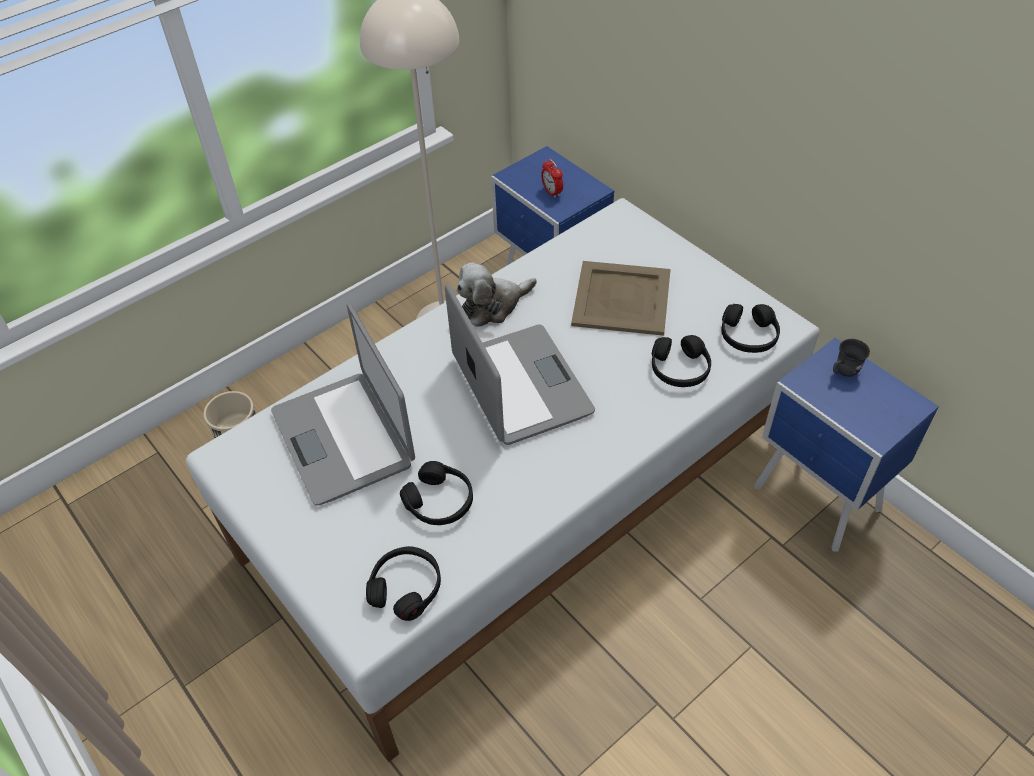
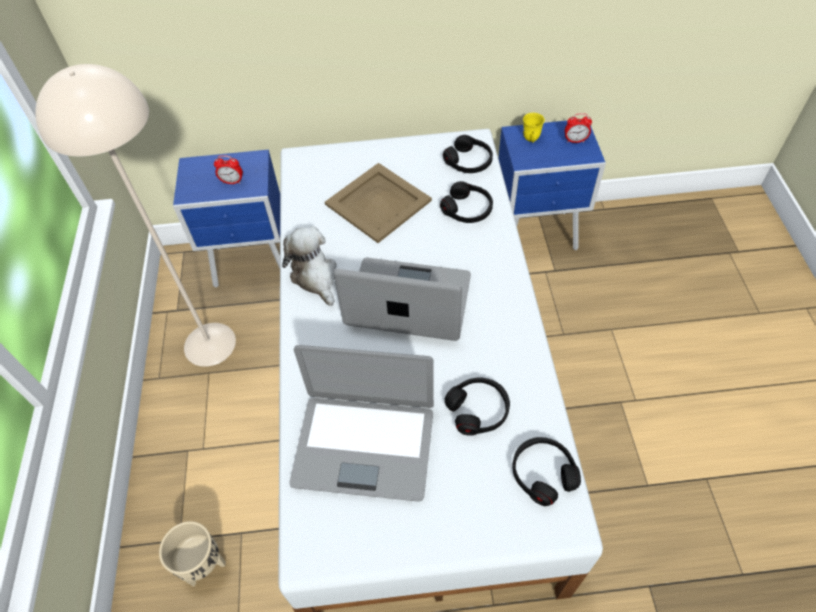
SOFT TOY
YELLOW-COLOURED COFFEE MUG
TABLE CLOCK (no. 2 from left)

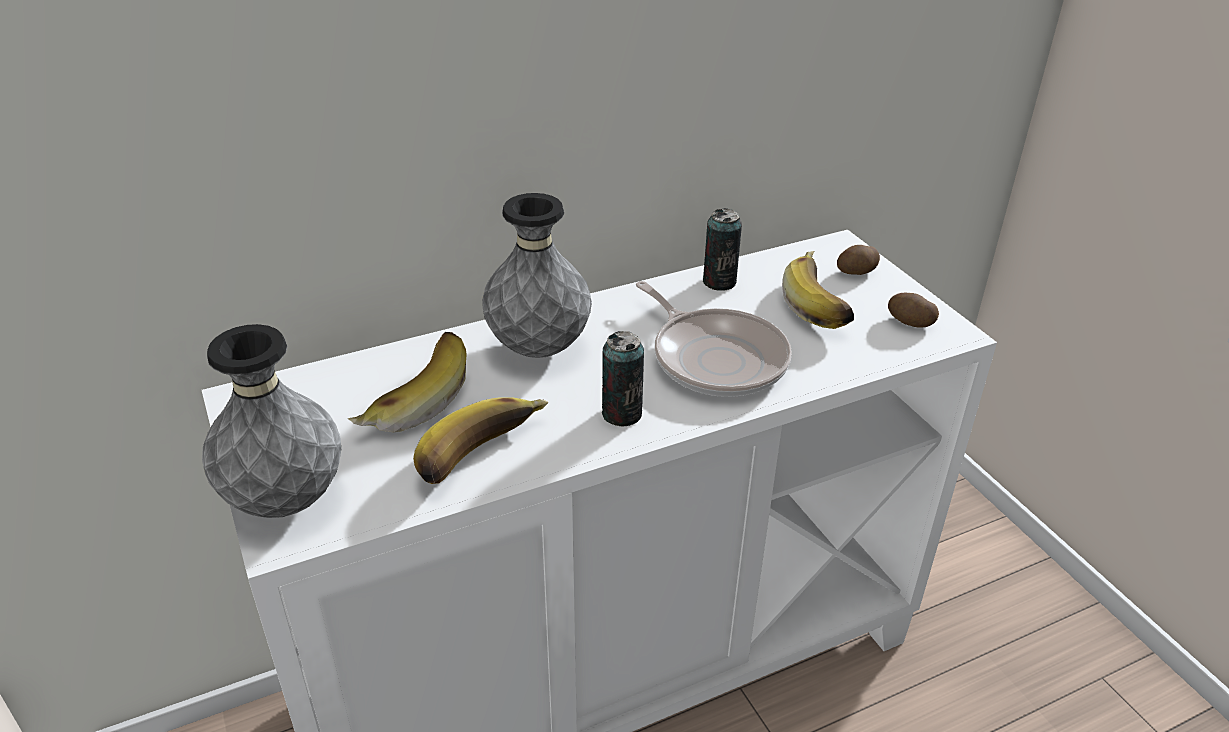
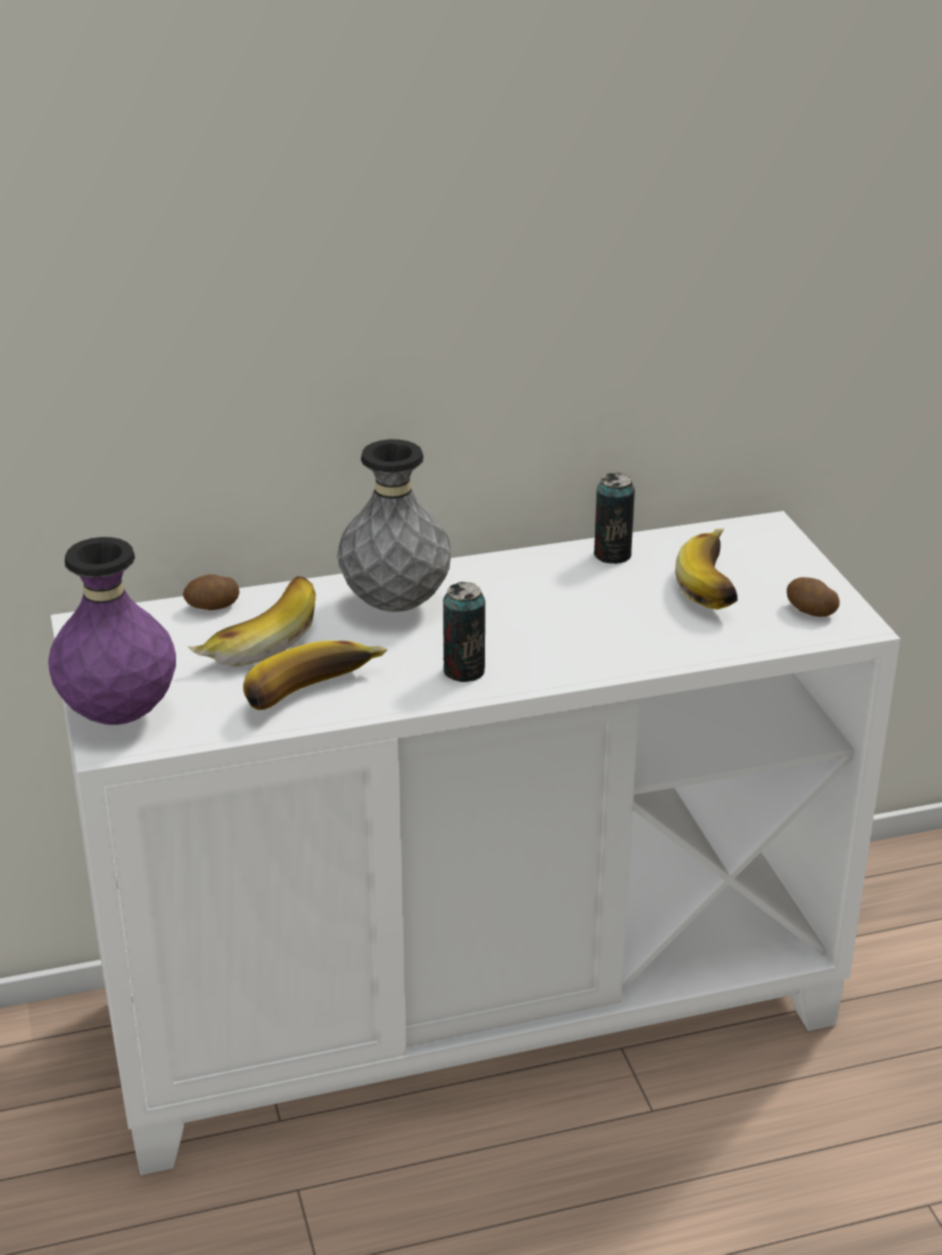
POTATO (no. 1 from left)
PAN
PURPLISH DECORATIVE VASE

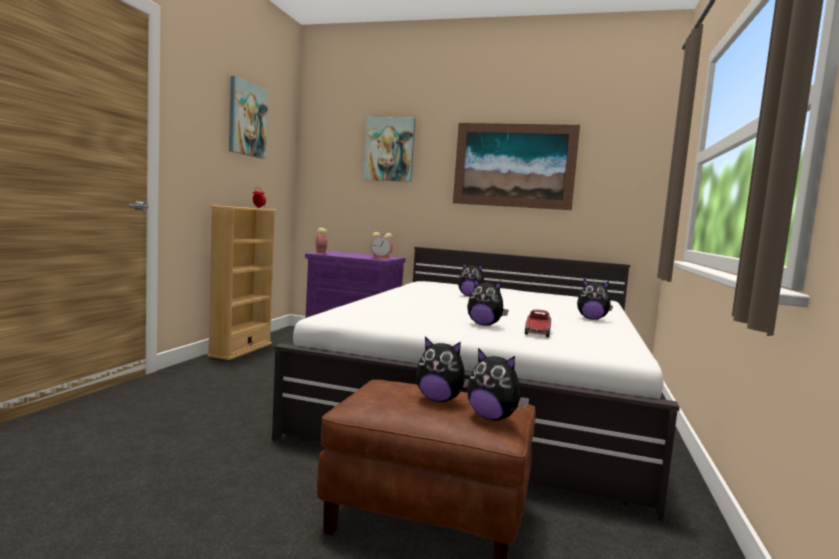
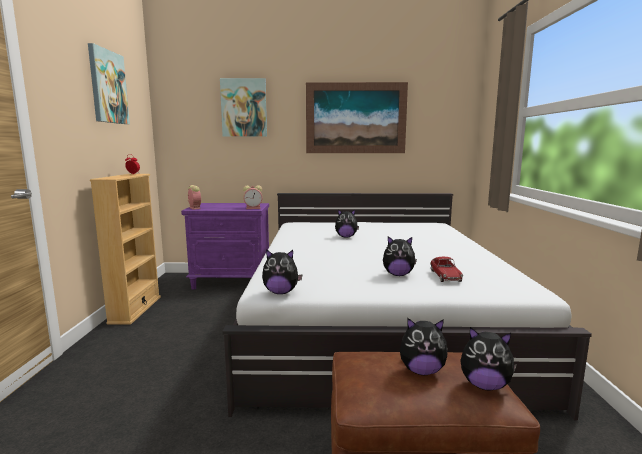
SOFT TOY (no. 1 from left)

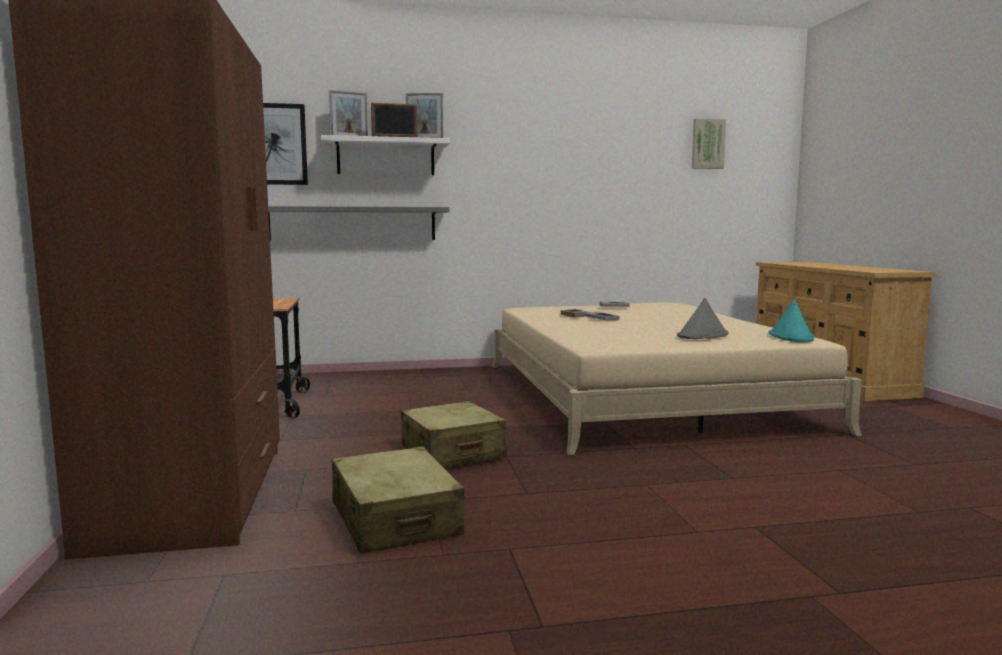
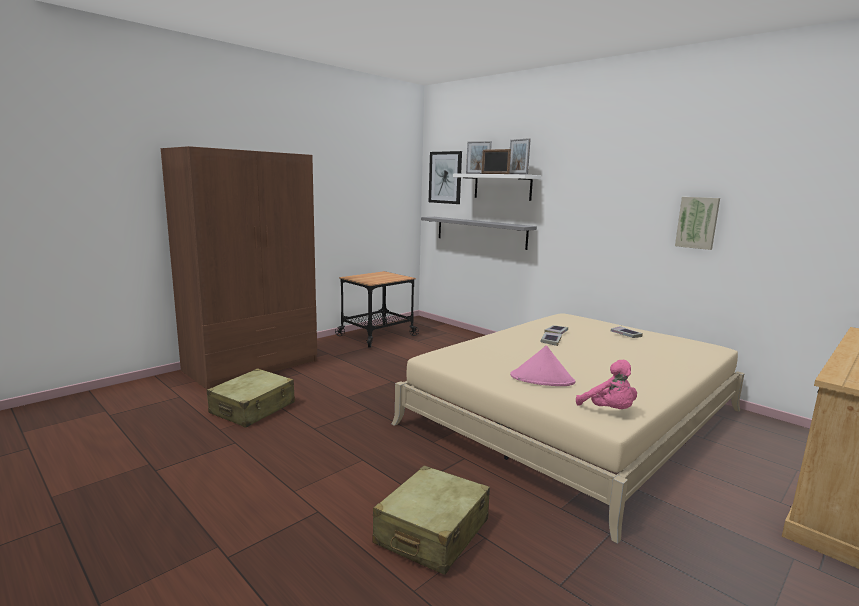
WALL ART (no. 2 from left)
PINK-COLOURED HAT
PINK-COLOURED SOFT TOY
SAND-COLOURED TRAVEL CASE (no. 2 from left)

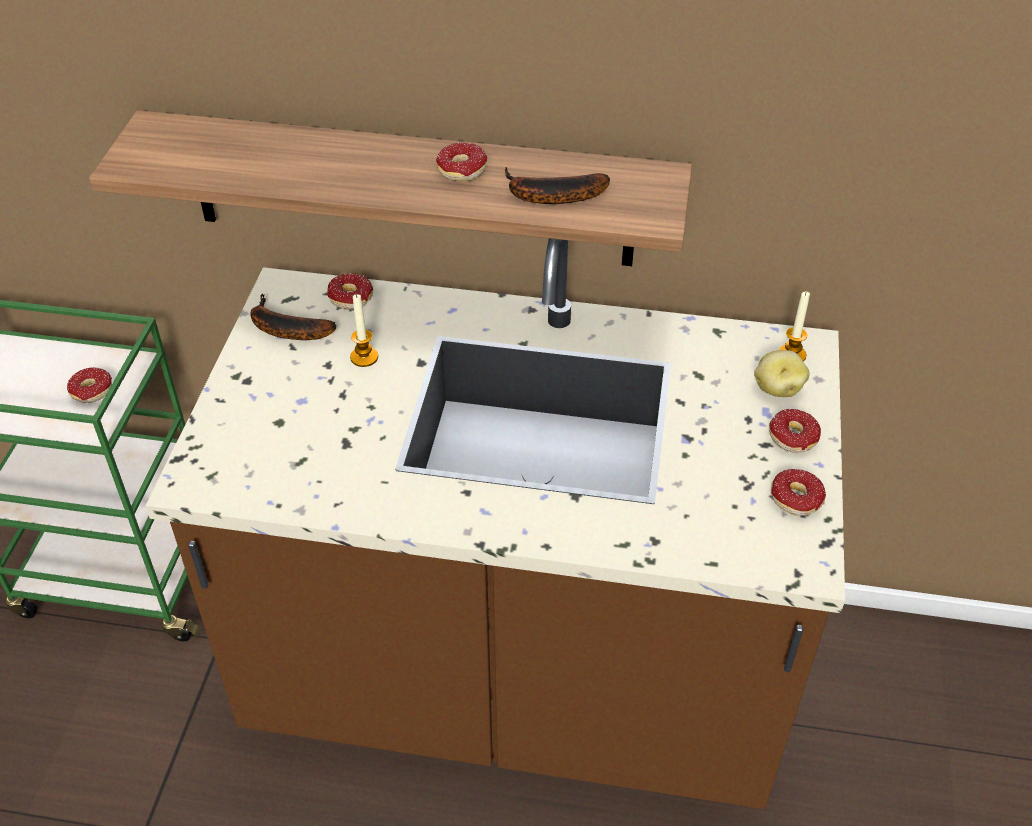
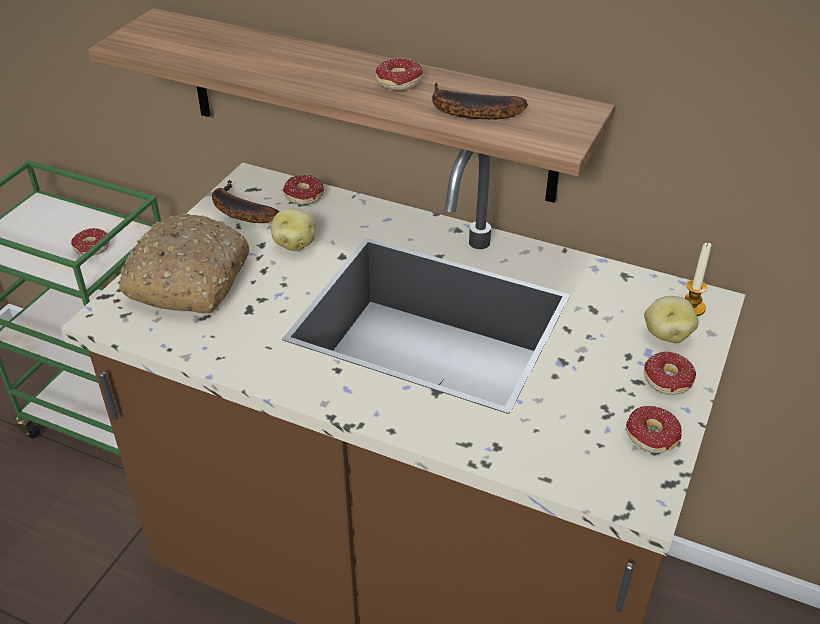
POTATO (no. 1 from left)
BAKERY BREAD

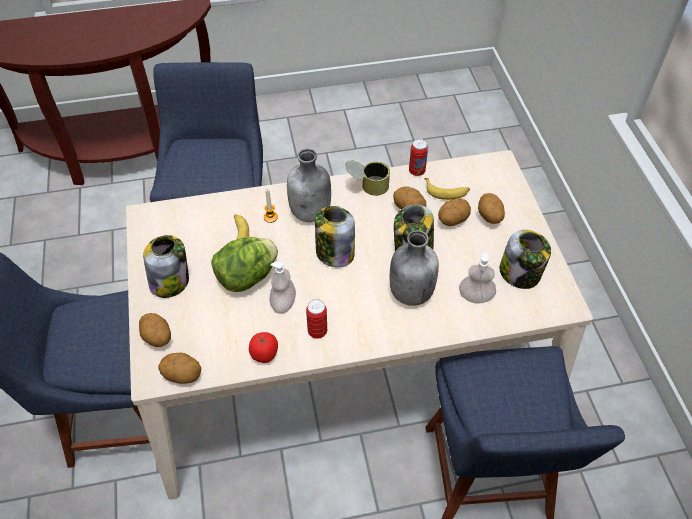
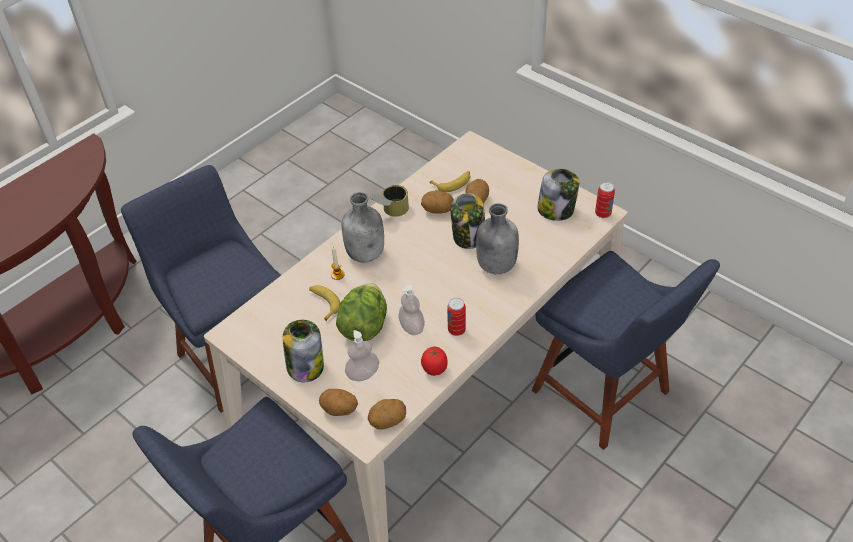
SEALED CAN (no. 3 from left)
POTATO (no. 5 from left in the first image)
JAR (no. 2 from left in the first image)
LIQUID SOAP BOTTLE (no. 1 from left)

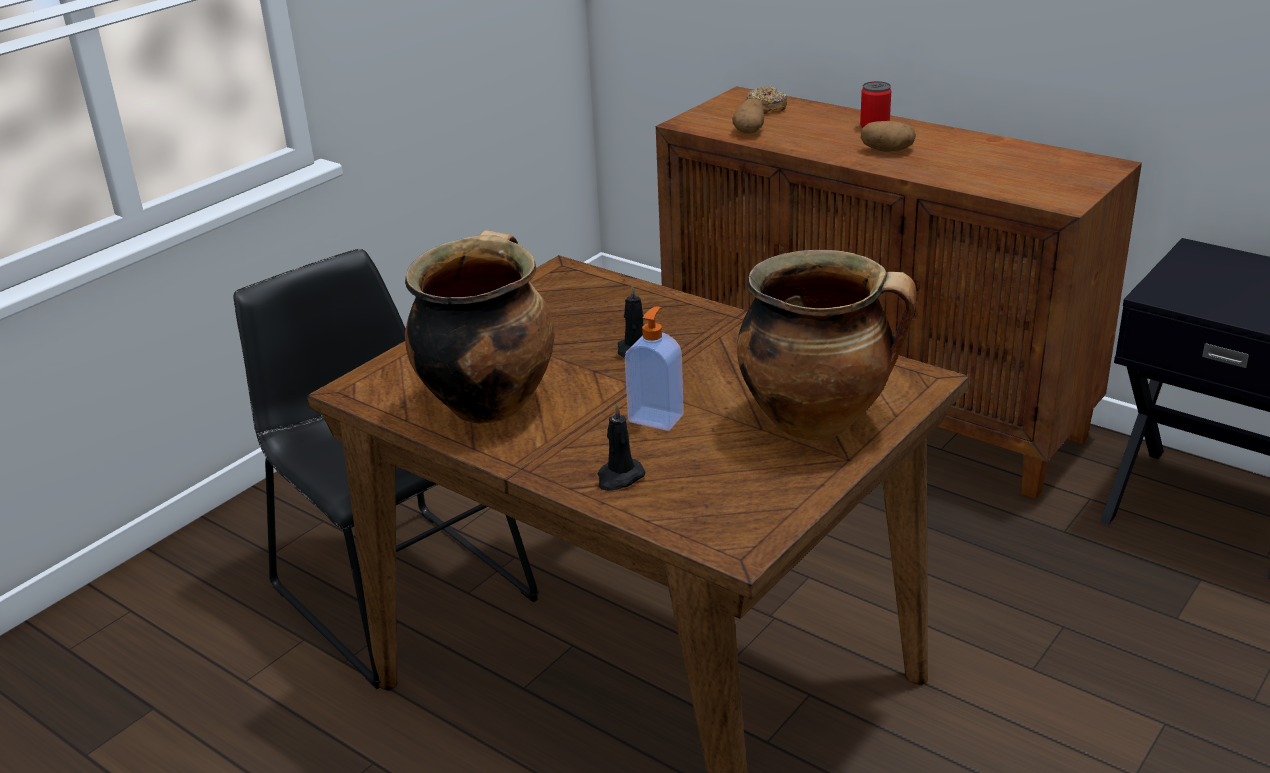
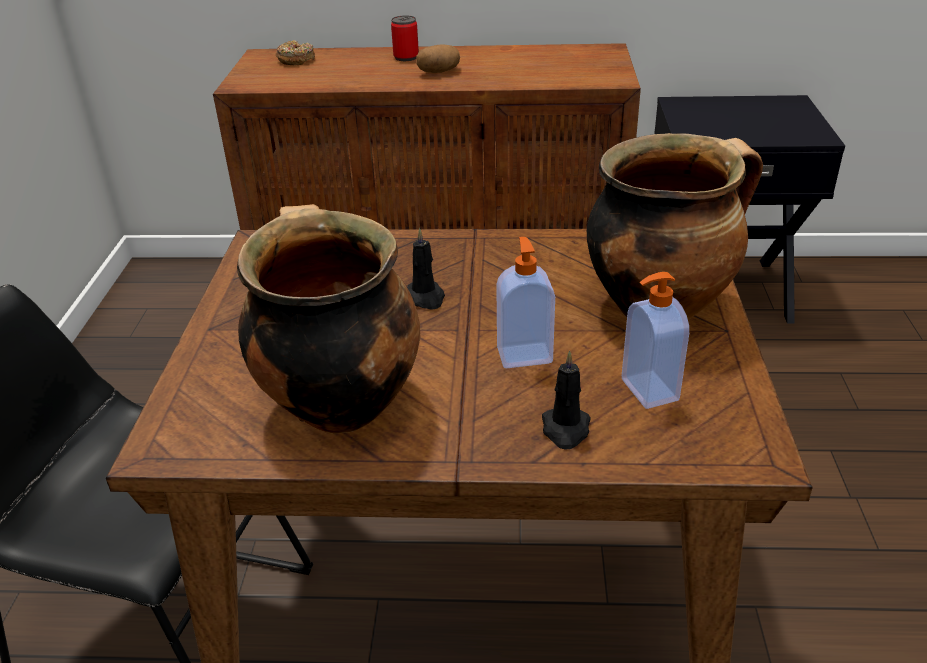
POTATO (no. 1 from left in the first image)
LIQUID SOAP BOTTLE (no. 2 from left)

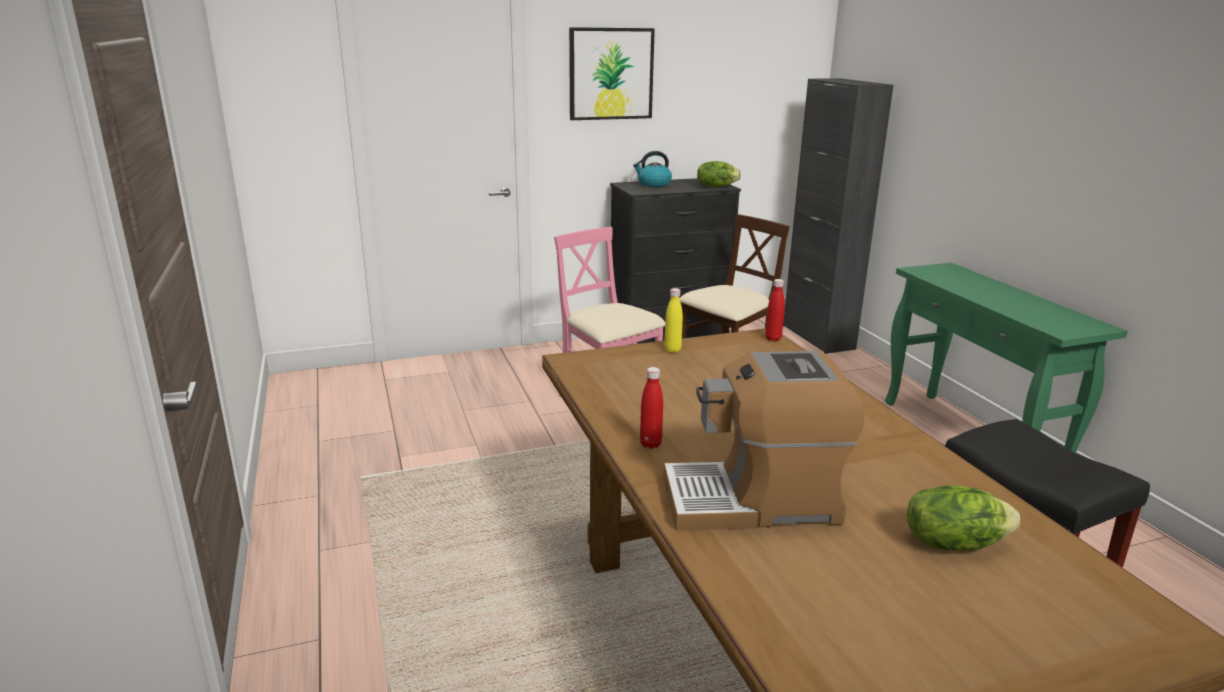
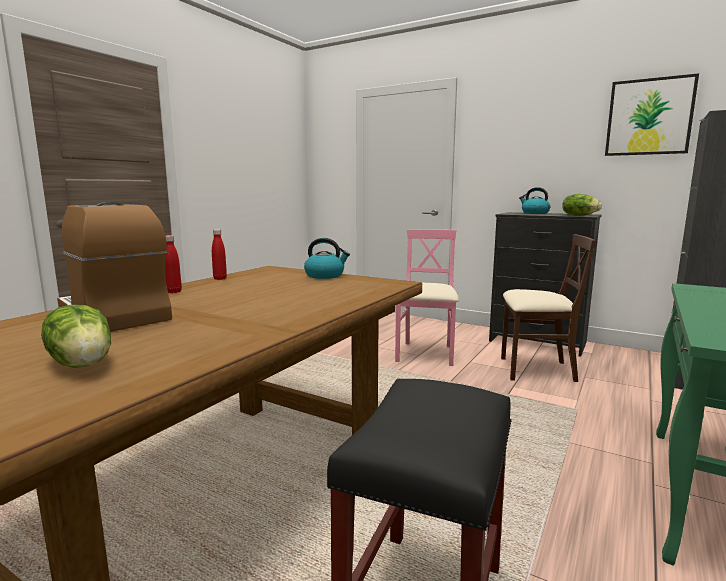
WALL ART
REDDISH BEVERAGE BOTTLE (no. 2 from left)
TEA KETTLE (no. 1 from left)

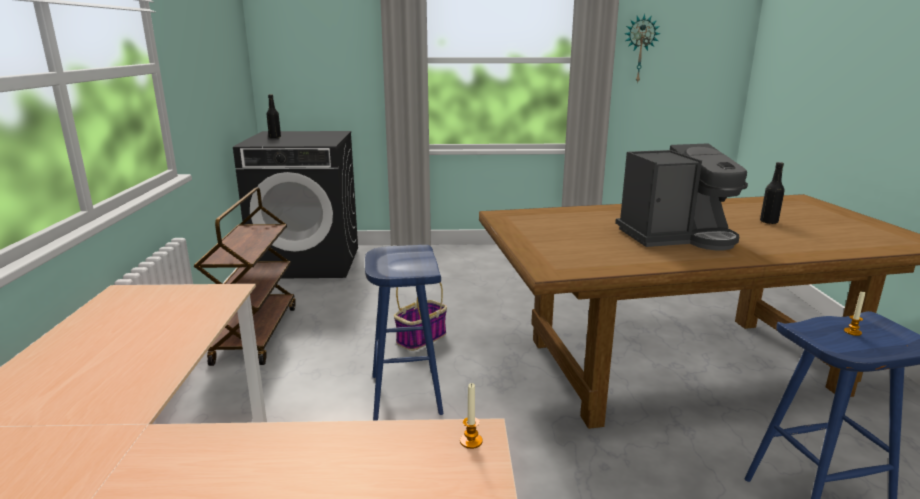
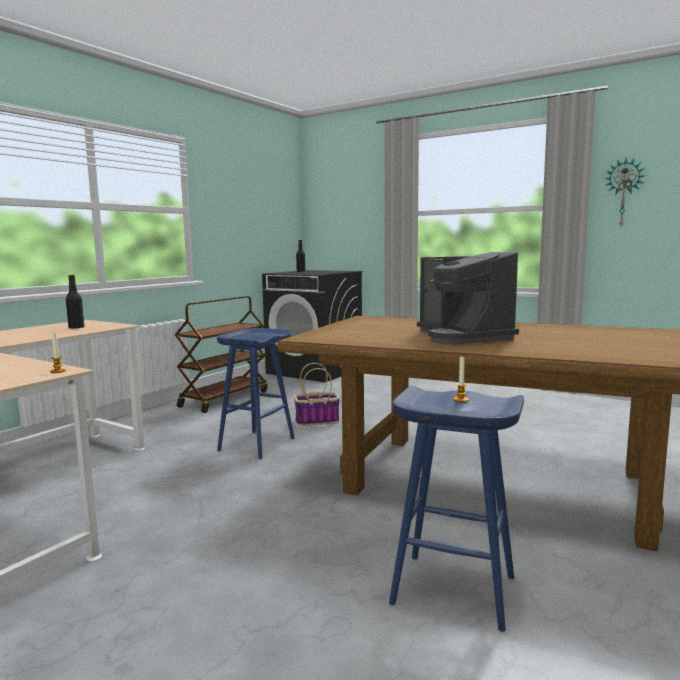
COFFEE BREWER
BLACK BEVERAGE BOTTLE (no. 1 from left)

